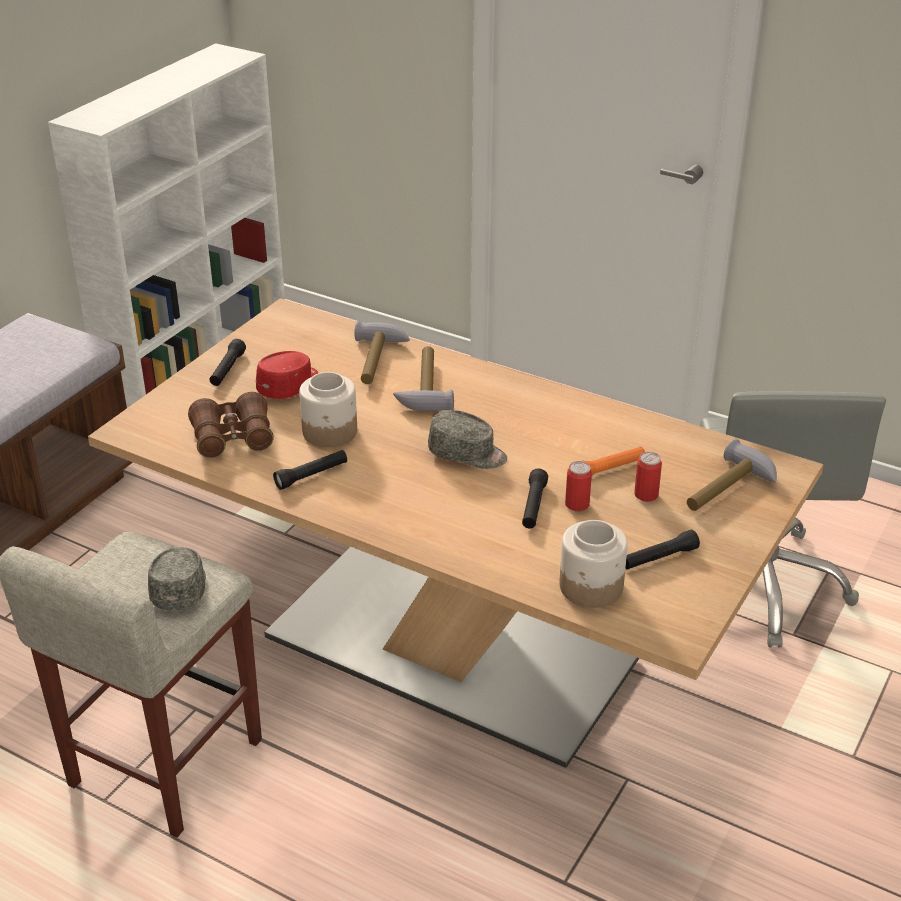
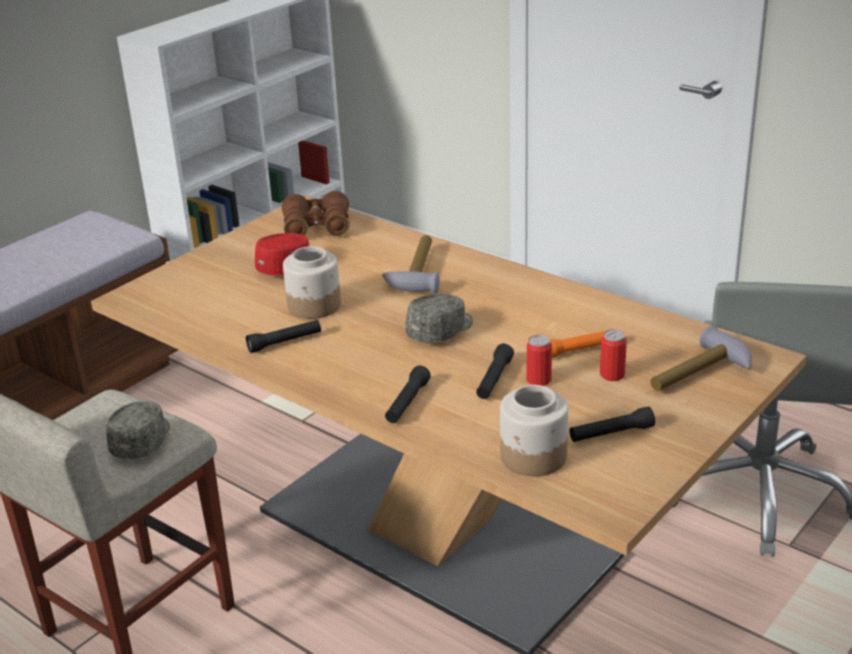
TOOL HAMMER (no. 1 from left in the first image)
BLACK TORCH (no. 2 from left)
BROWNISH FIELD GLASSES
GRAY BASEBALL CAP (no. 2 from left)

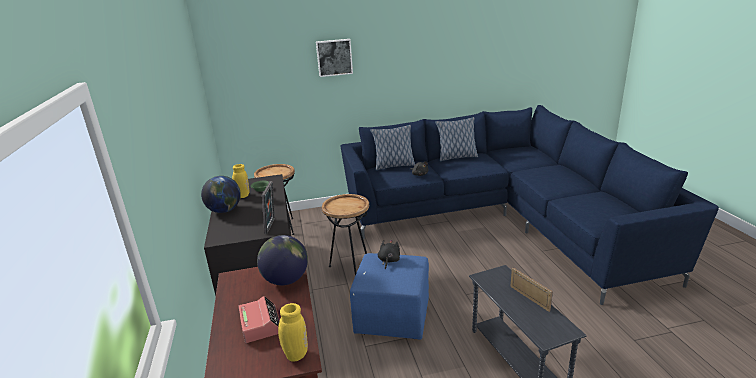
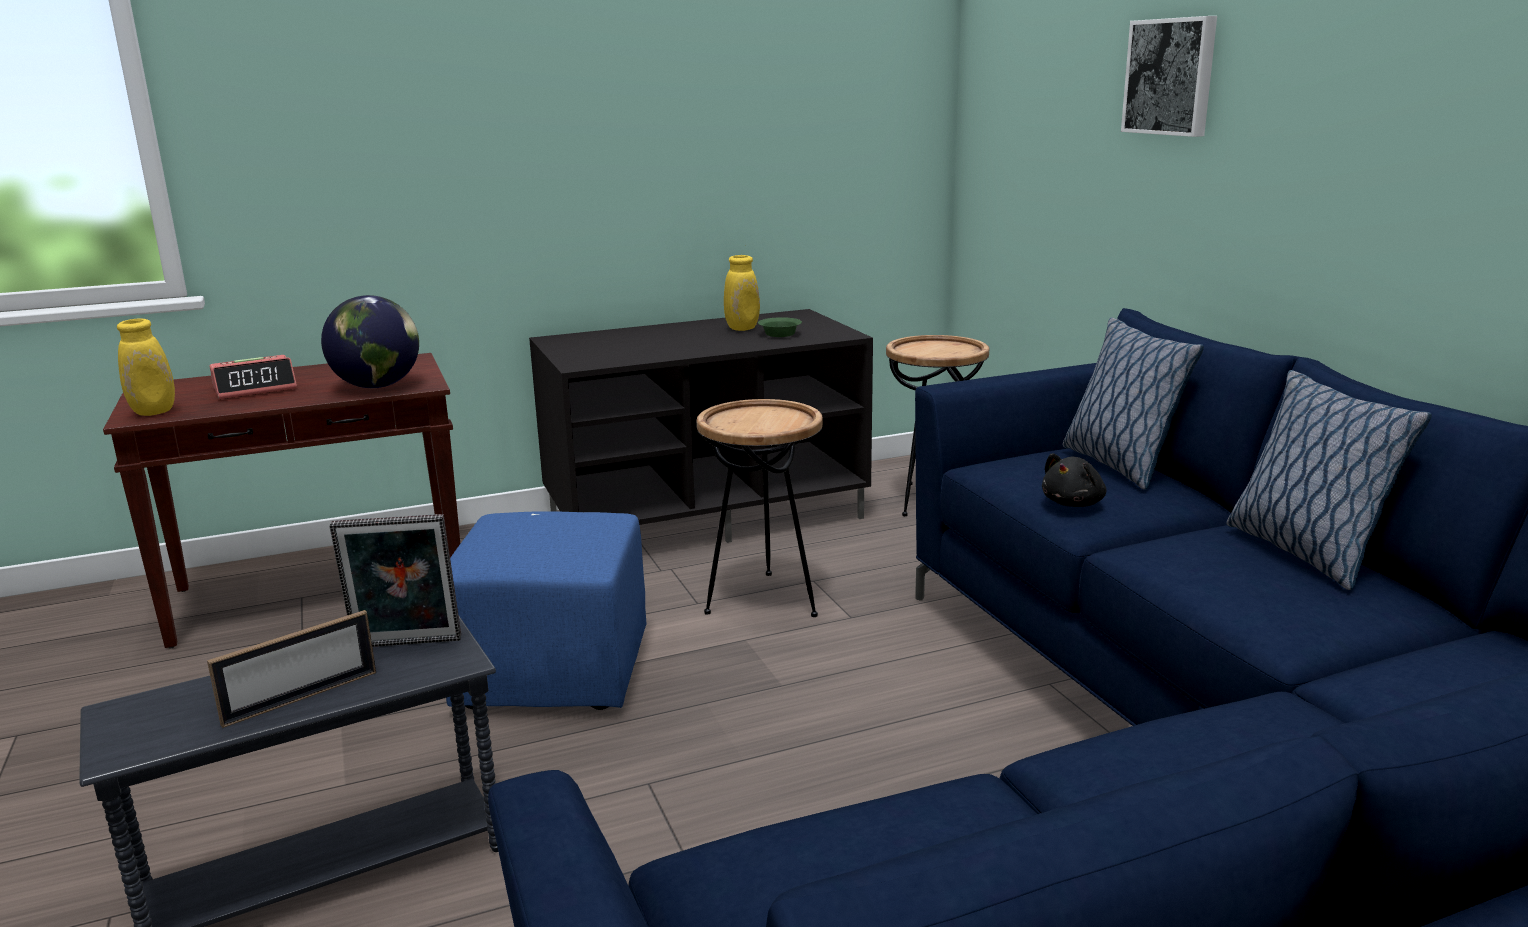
WORLD GLOBE (no. 1 from left in the first image)
PHOTO FRAME (no. 2 from left)
BLACK SOFT TOY (no. 1 from left in the first image)

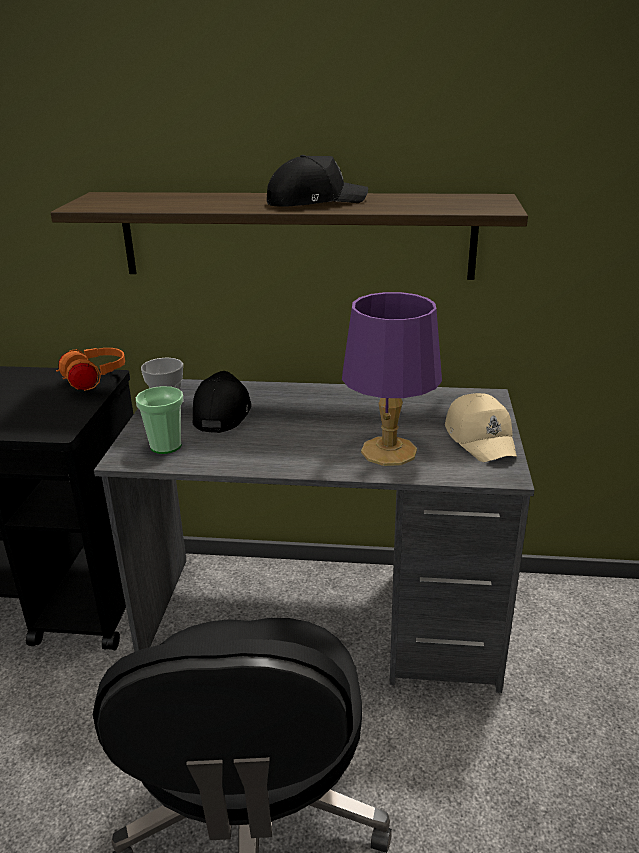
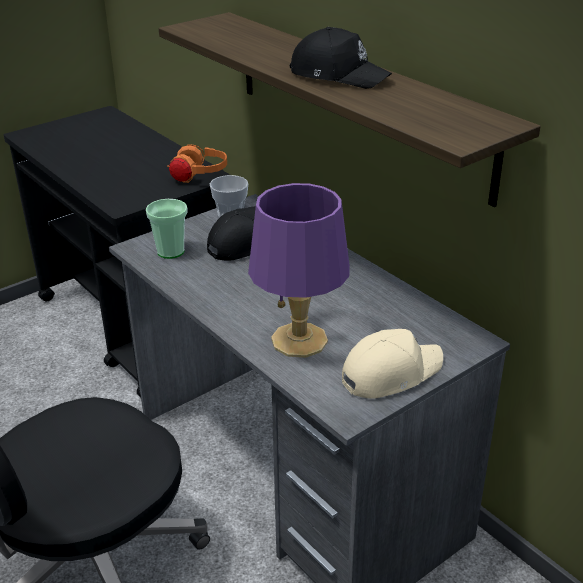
SAND-COLOURED BASEBALL CAP

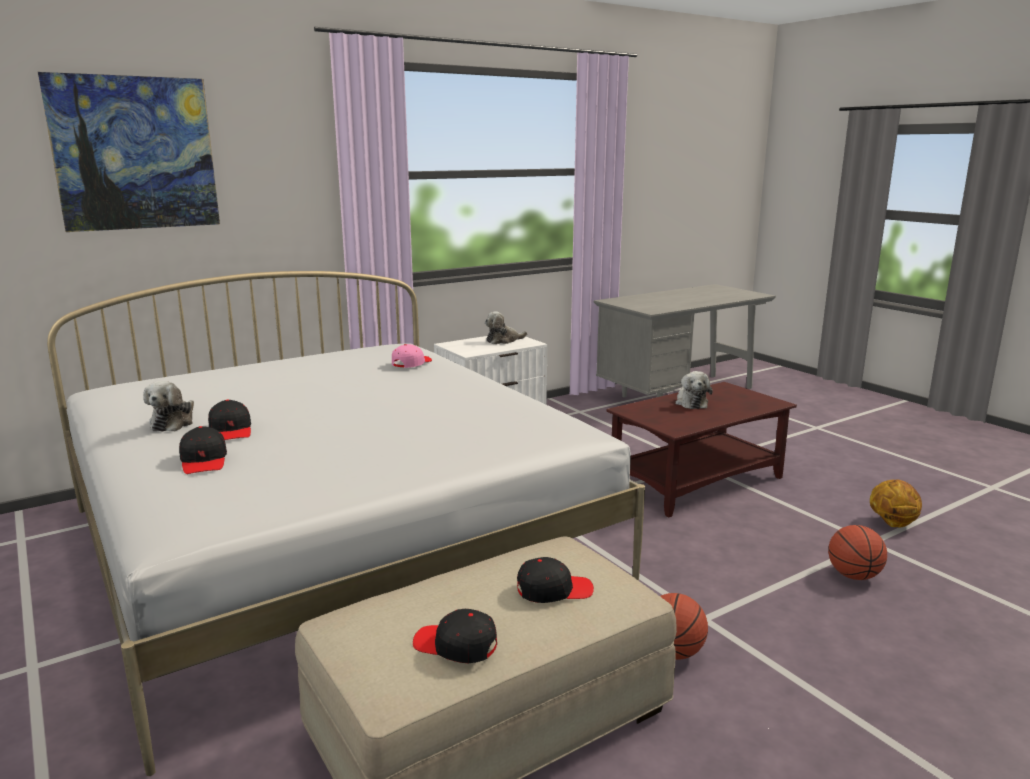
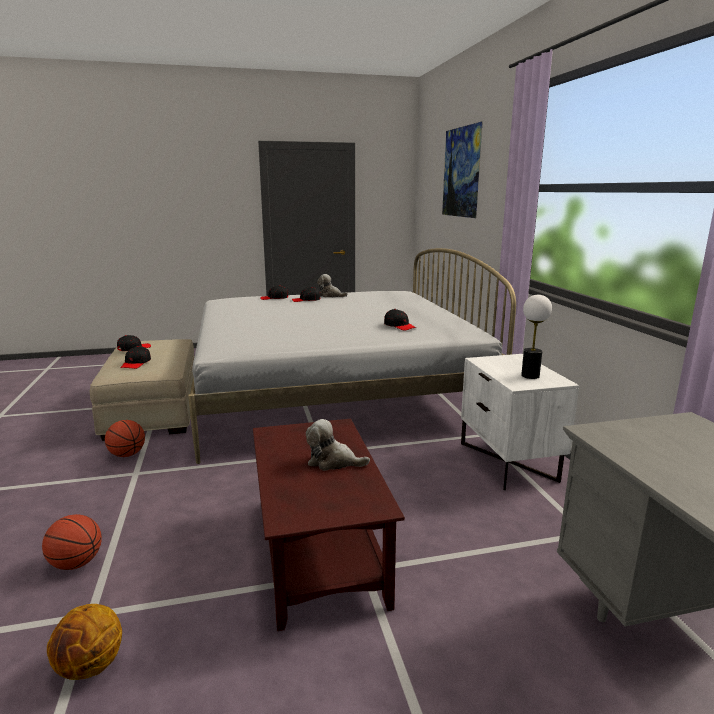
LAMP FOR A TABLE
BLACK BASEBALL CAP (no. 5 from left)

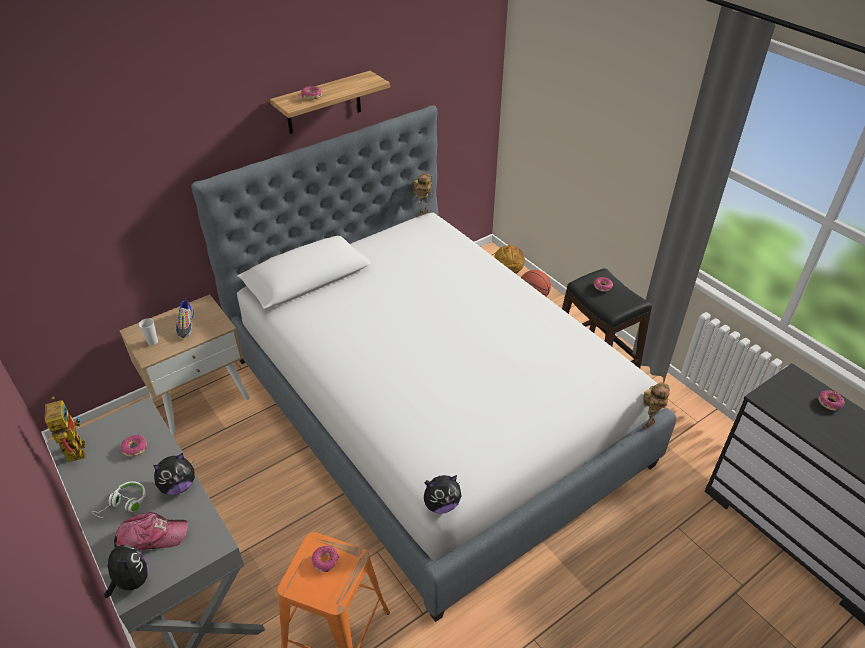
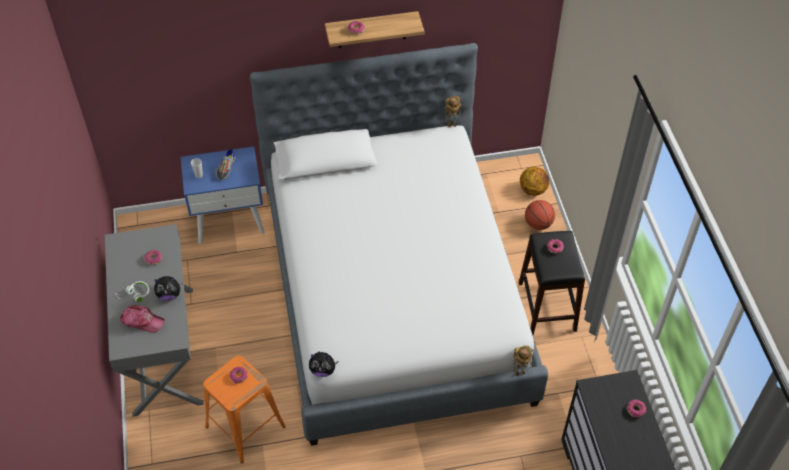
BLUE-COLOURED NIGHTSTAND
ROBOT FIGURE (no. 1 from left in the first image)
SOFT TOY (no. 1 from left in the first image)

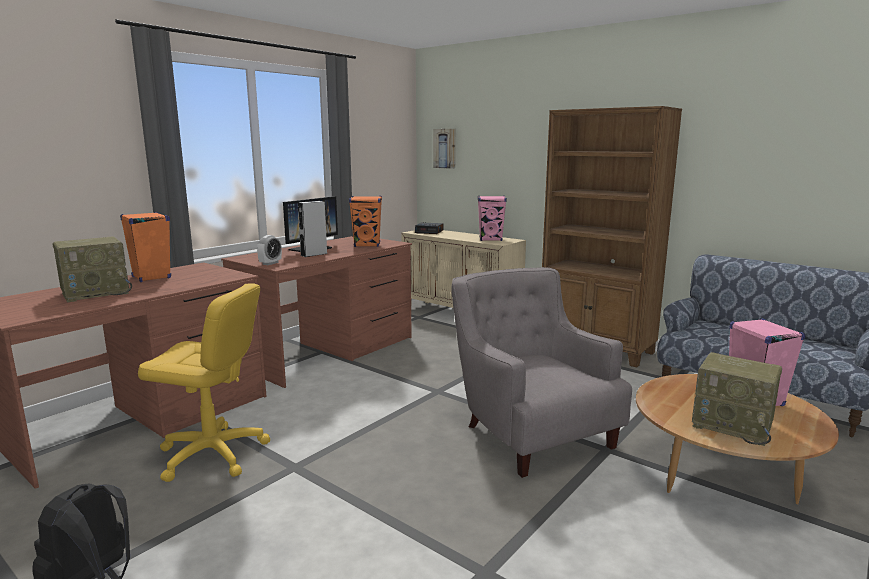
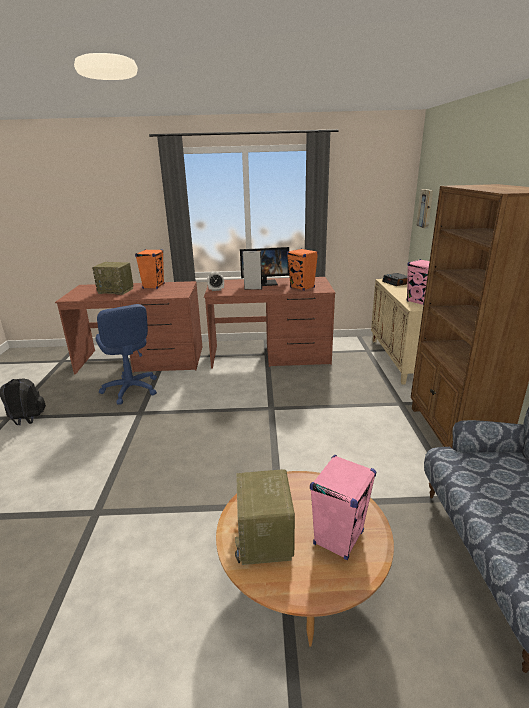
GRAY LOUNGE CHAIR
BLUE-COLOURED COMPUTER CHAIR

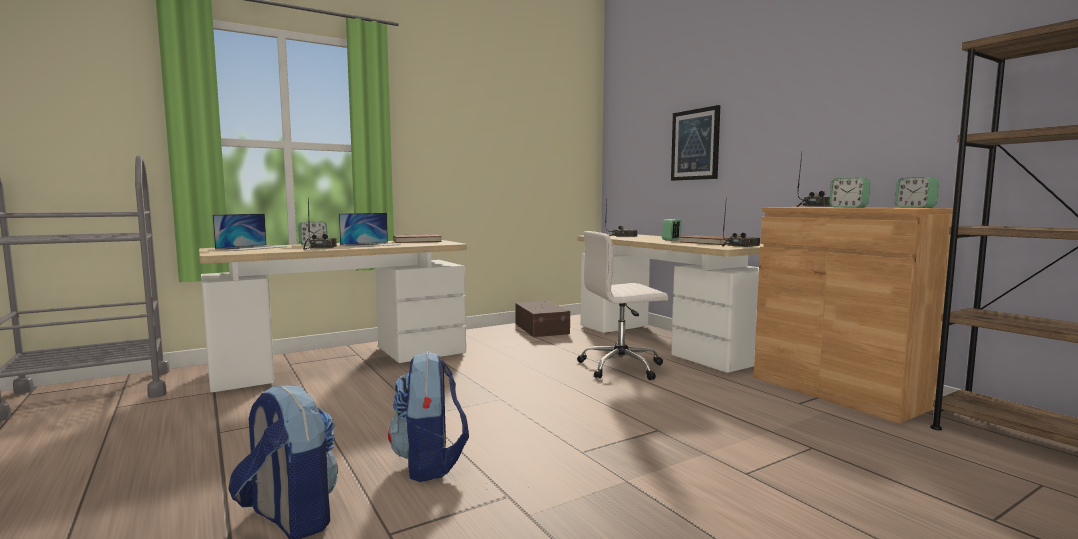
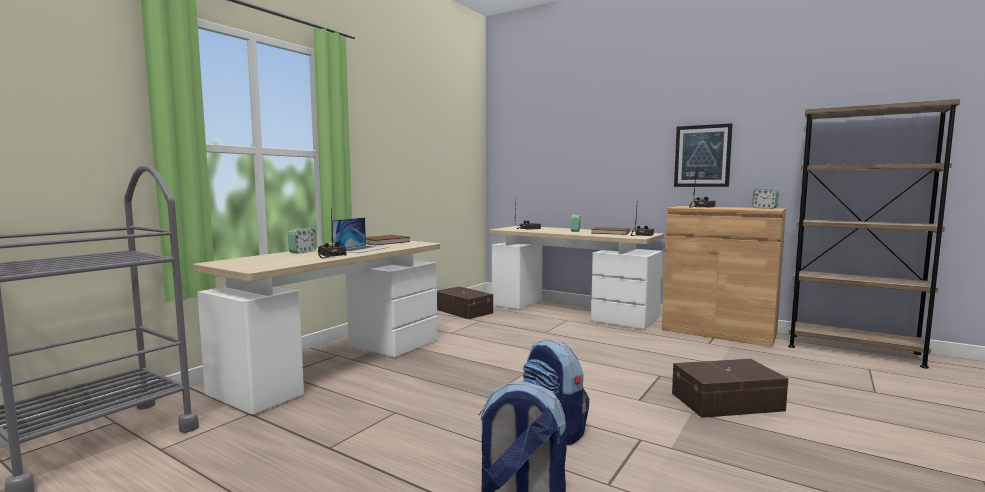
WALL ART
TABLE CLOCK (no. 3 from left in the first image)
LAPTOP (no. 1 from left in the first image)
WHITE-COLOURED COMPUTER CHAIR
BROWNISH STORAGE BIN (no. 2 from left)

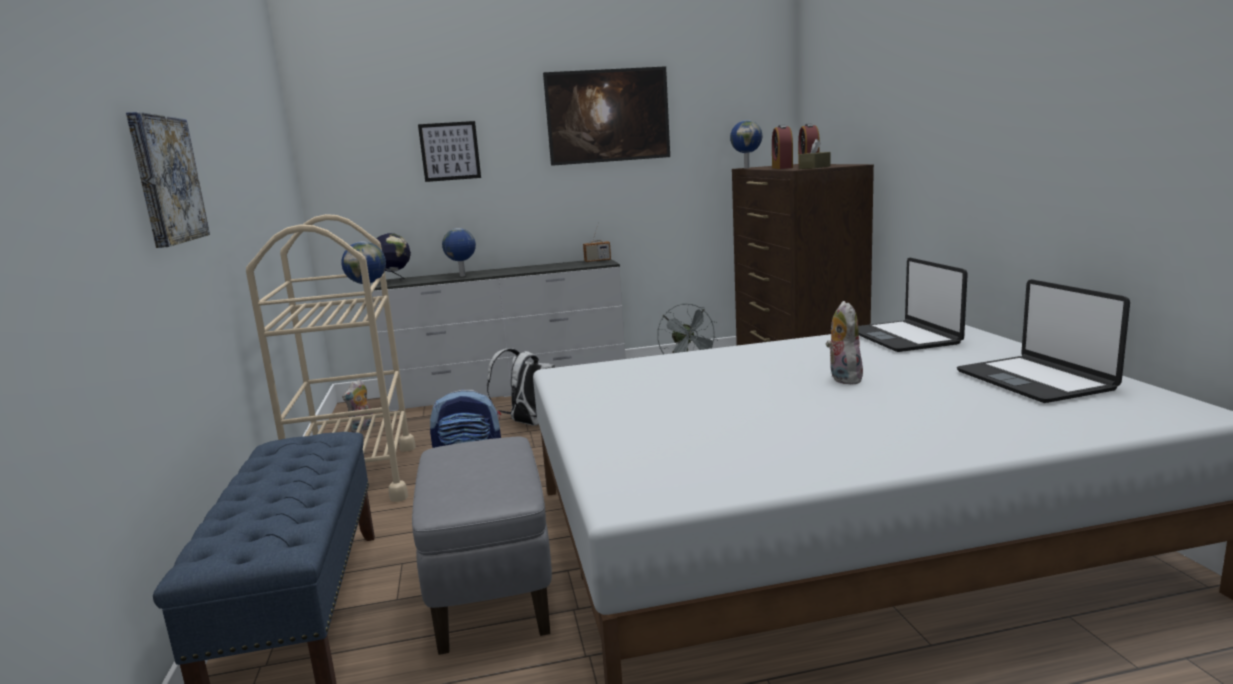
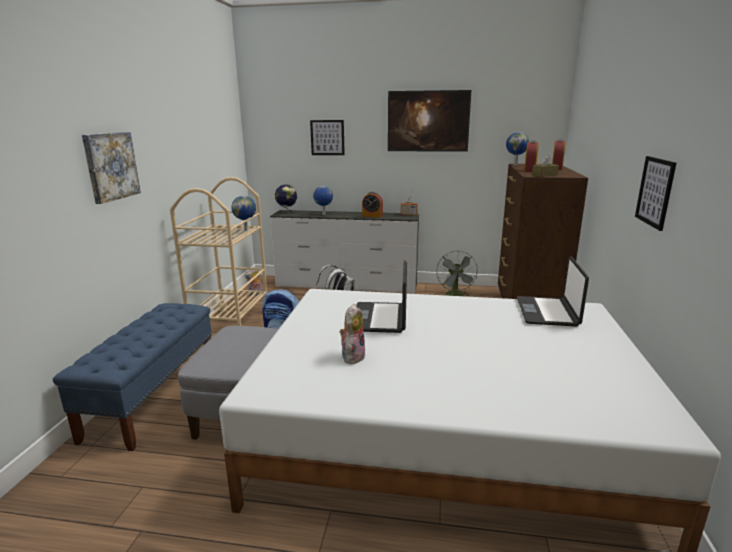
LAPTOP (no. 1 from left)
SOFT TOY (no. 2 from left)
WALL ART (no. 4 from left)
TABLE CLOCK (no. 1 from left)

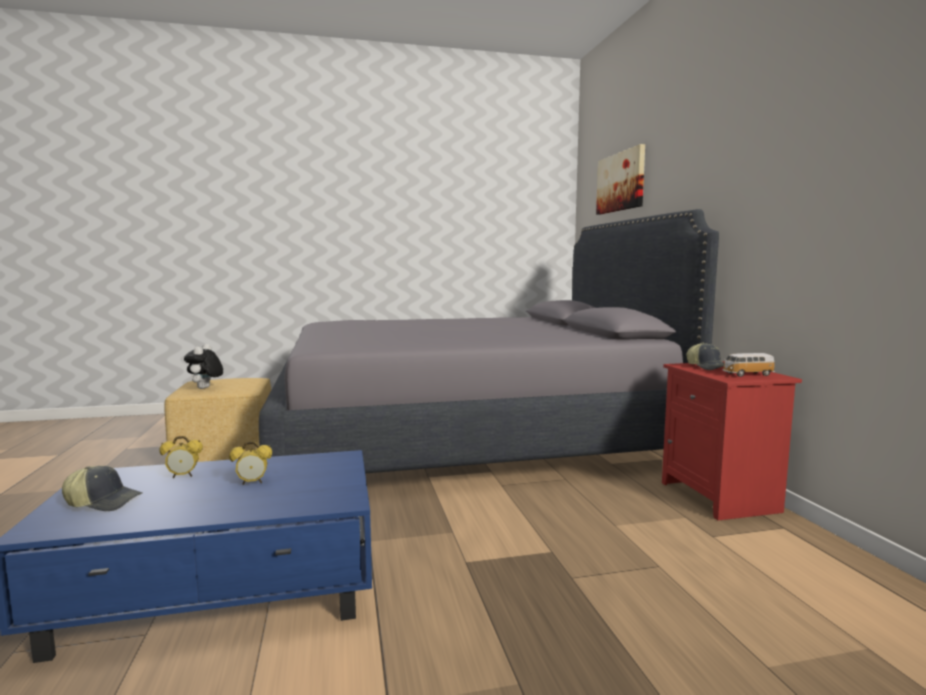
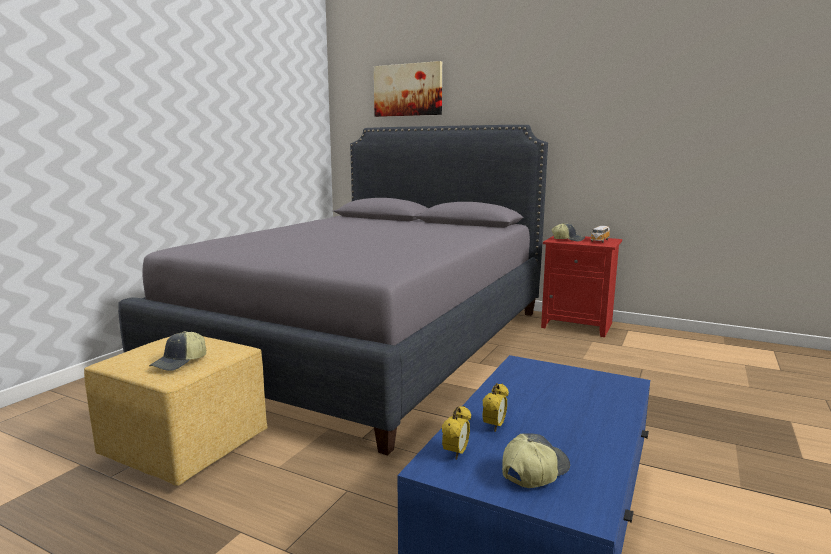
BASEBALL CAP (no. 1 from left)
TABLE CLOCK (no. 1 from left)

